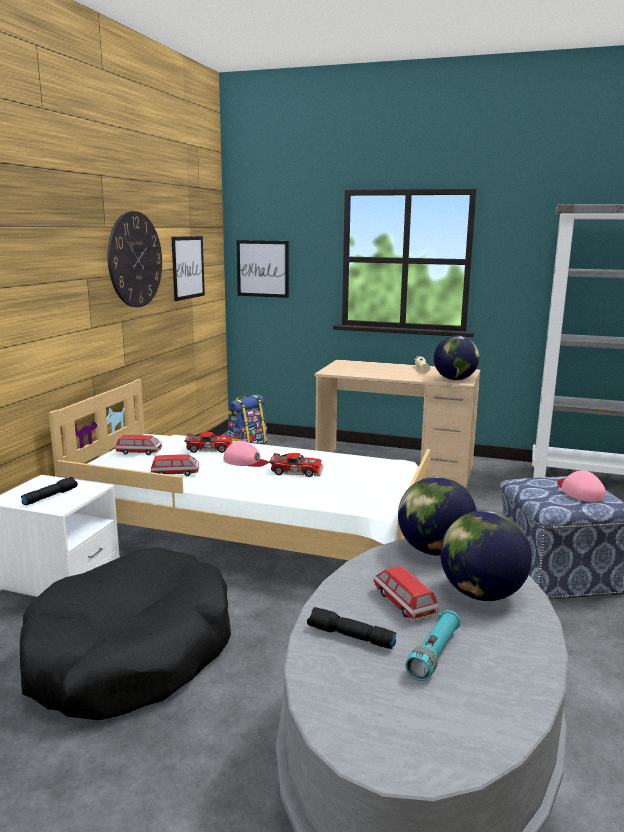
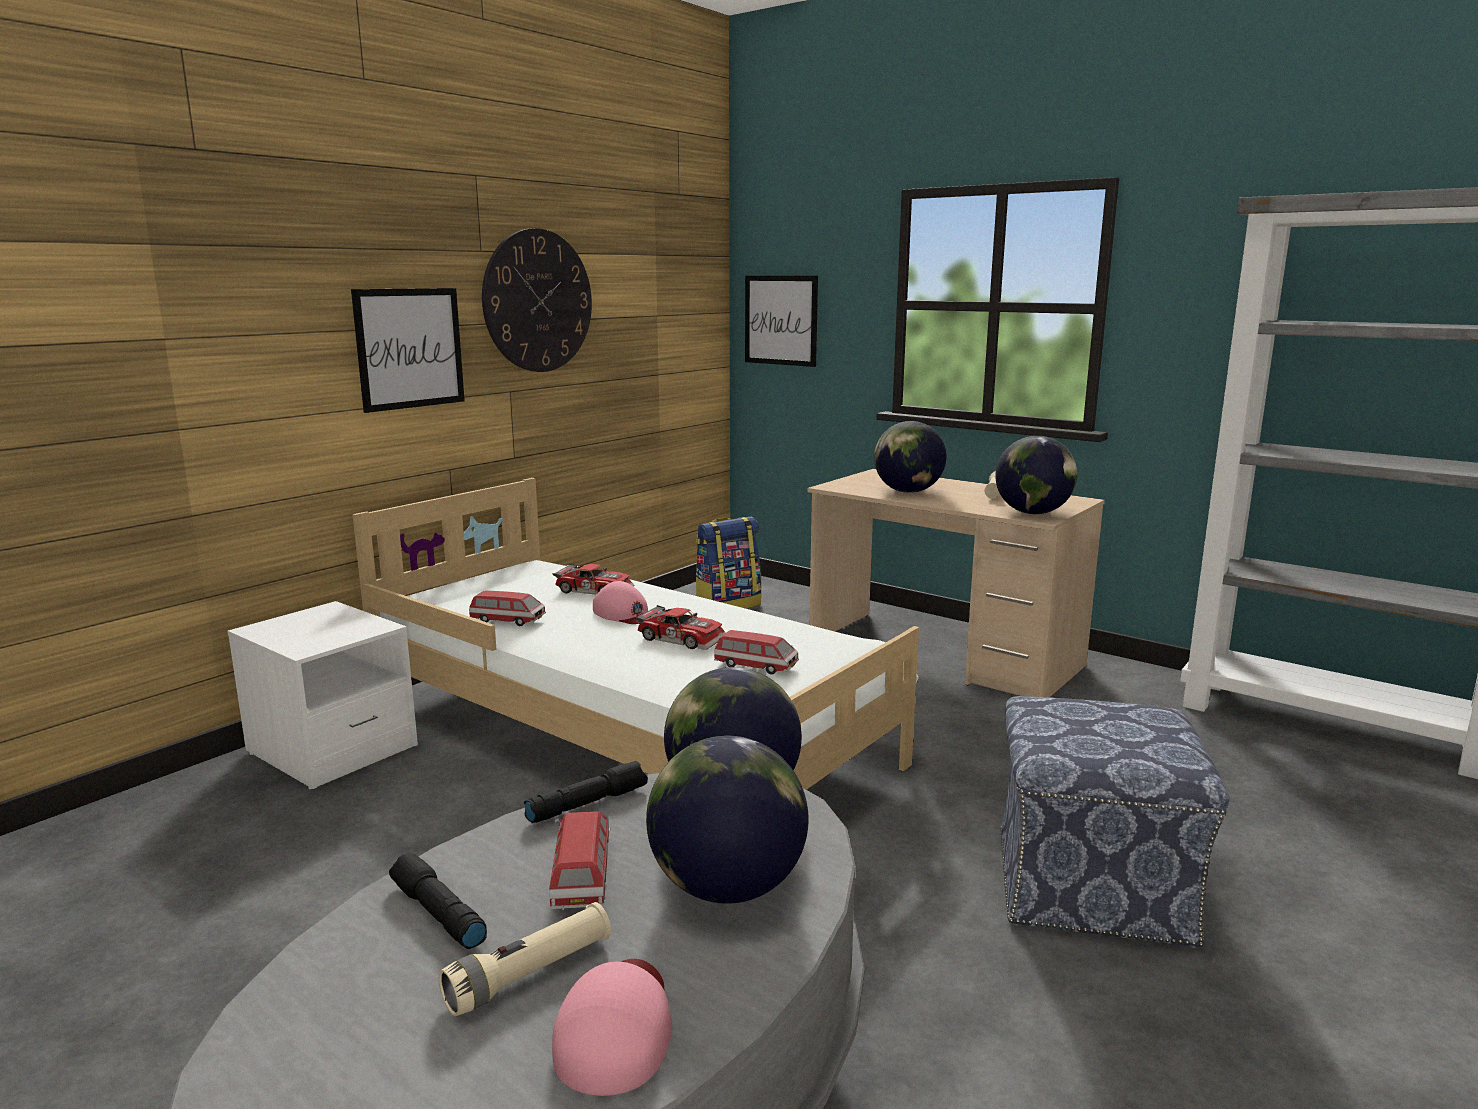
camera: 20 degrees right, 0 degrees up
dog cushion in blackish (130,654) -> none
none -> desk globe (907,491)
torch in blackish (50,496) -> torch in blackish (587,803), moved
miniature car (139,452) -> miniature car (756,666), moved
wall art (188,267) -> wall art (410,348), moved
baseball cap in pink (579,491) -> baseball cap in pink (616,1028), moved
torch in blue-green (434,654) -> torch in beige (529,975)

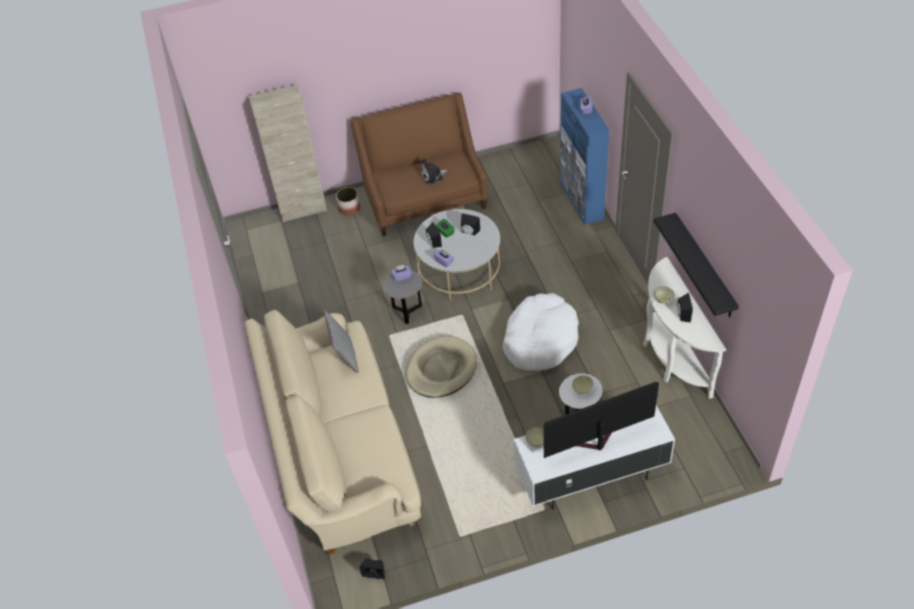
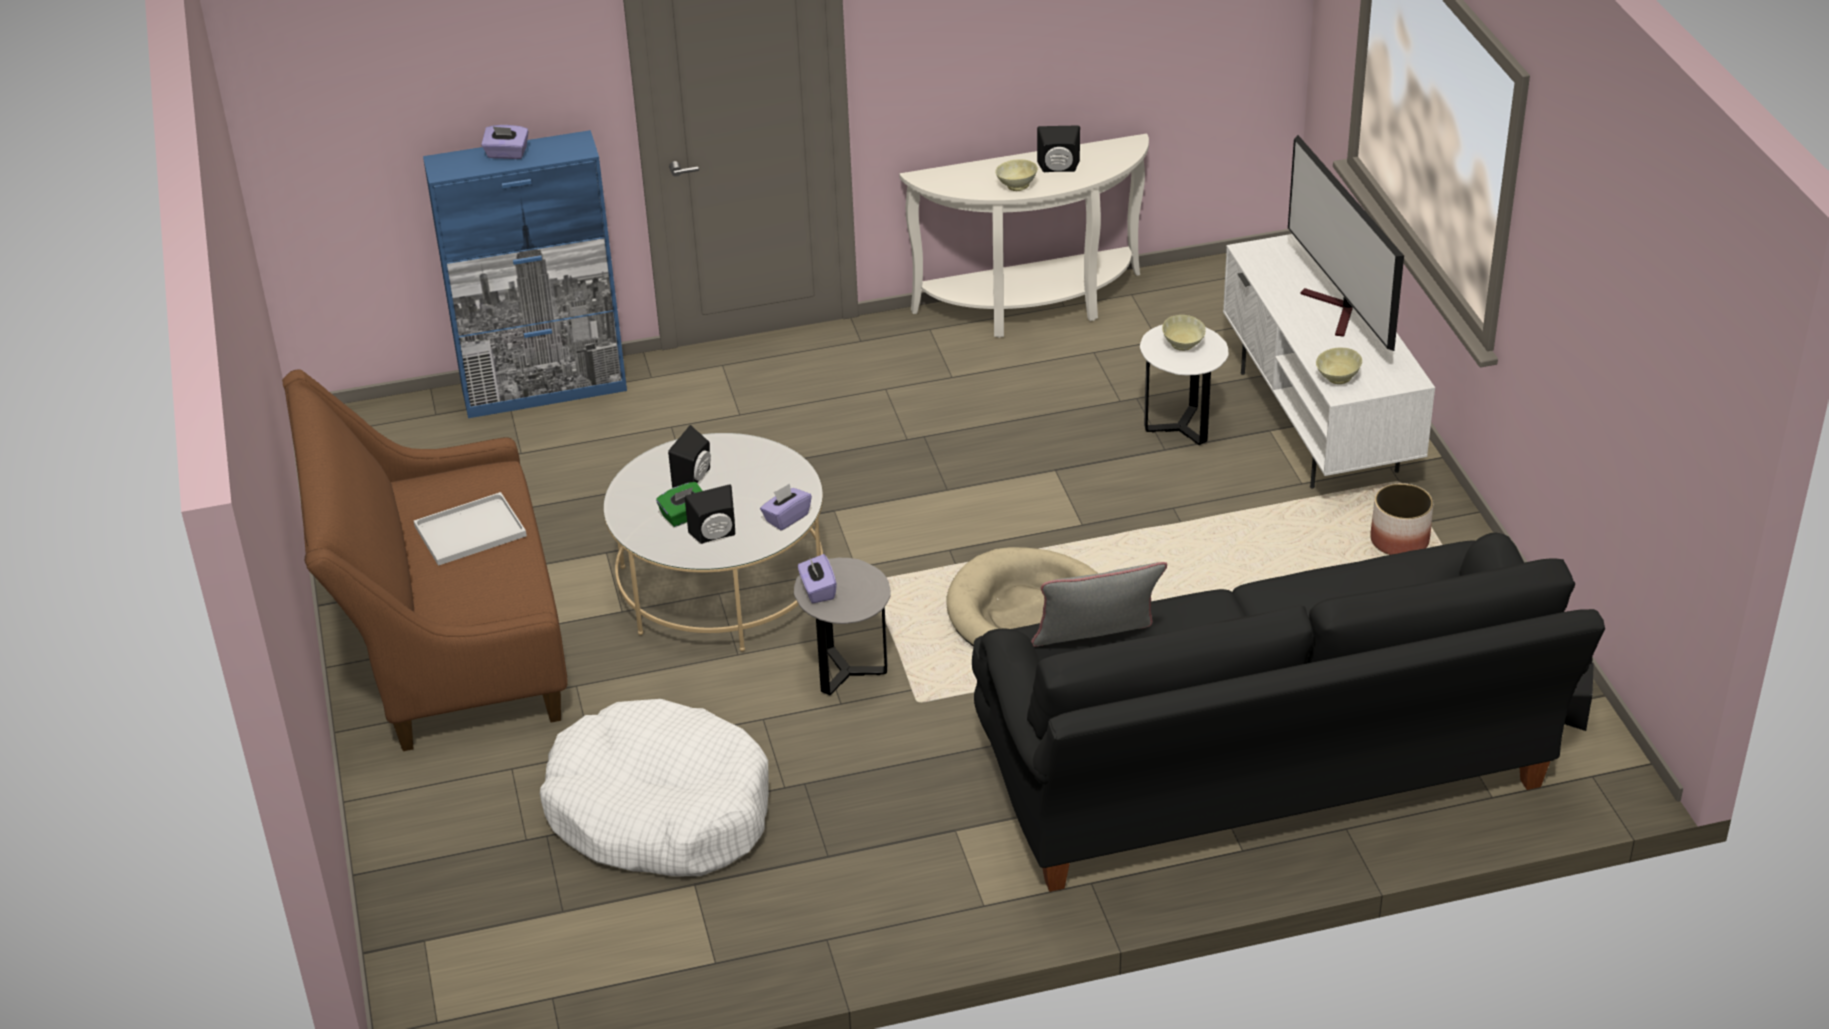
camera: 90 degrees left, 10 degrees down
cabinet in beige (303,210) -> none
shelf in blackish (704,266) -> none
plant pot (349,208) -> plant pot (1399,540), moved
dog cushion in whitish (540,339) -> dog cushion in whitish (660,811), moved
plush toy (433,176) -> carrying tray in whitish (472,529)
couch in beige (341,452) -> couch in blackish (1267,776)

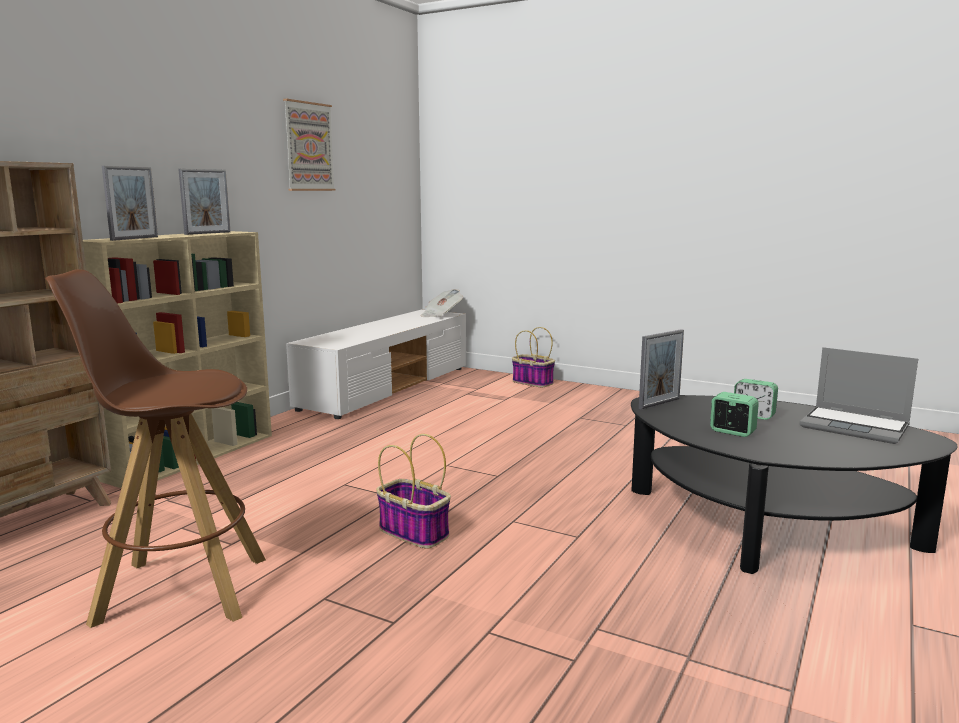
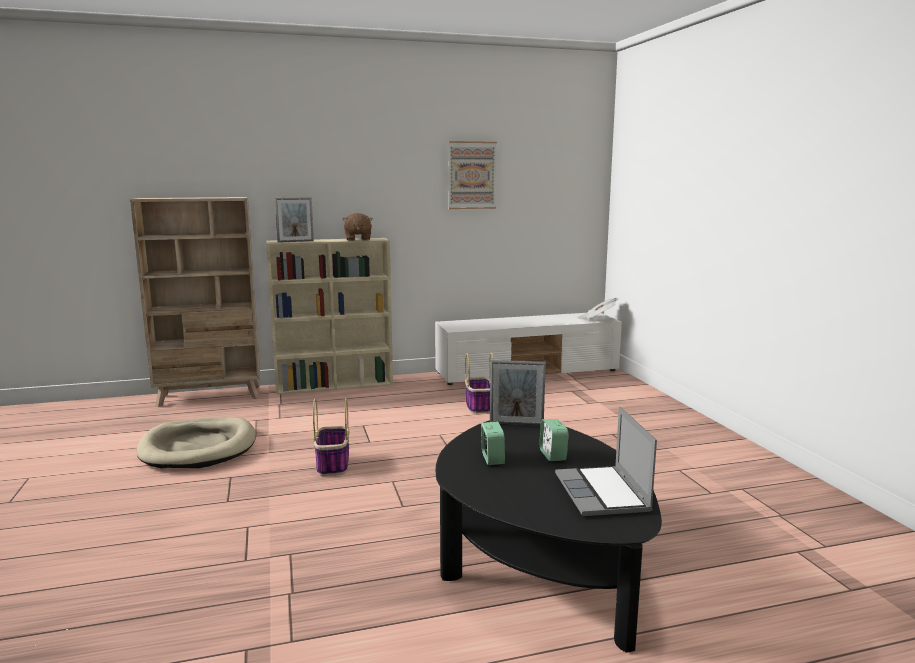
camera: 45 degrees right, 0 degrees up
basket (532,382) -> basket (478,406), moved
sitting stool in brown-coloured (180,590) -> dog cushion in beige (199,448)
photo frame (208,233) -> plush toy in brown-coloured (357,239)

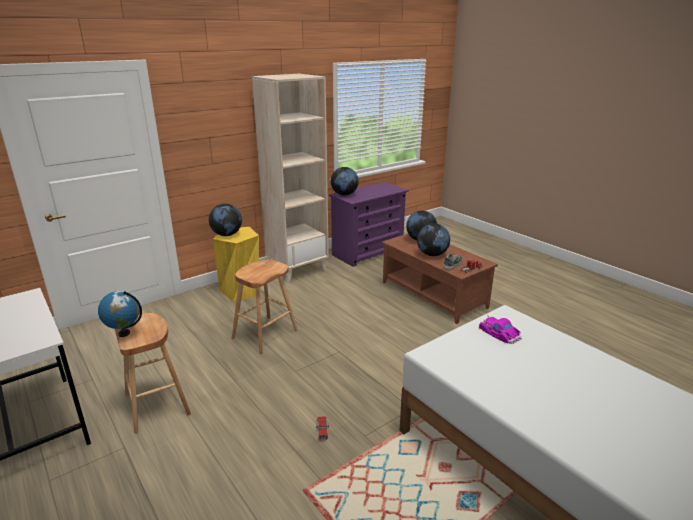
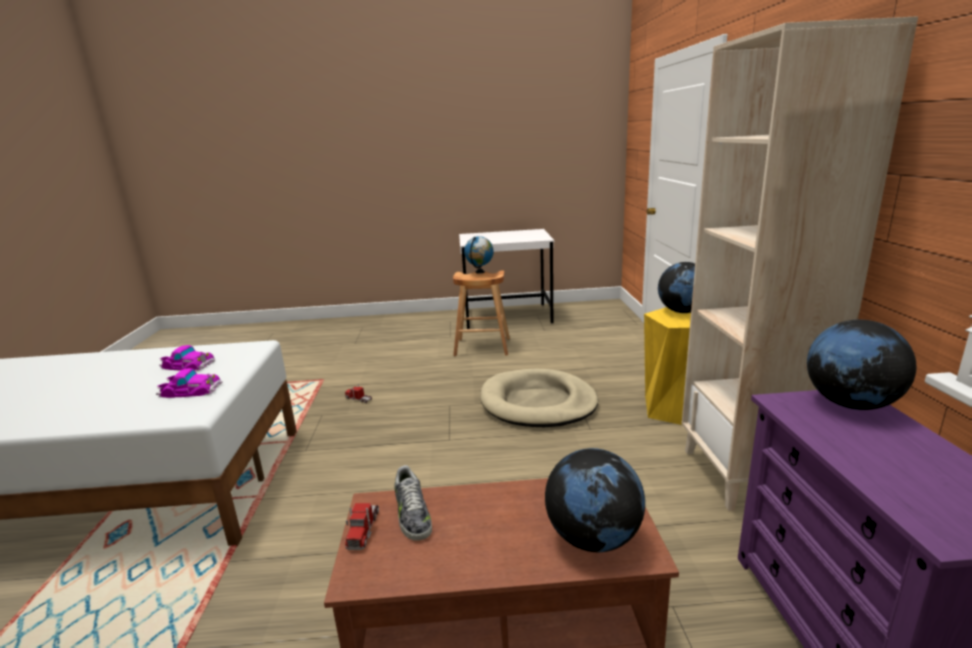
camera: 125 degrees right, 5 degrees down
desk globe (432,254) -> none
none -> miniature car (188,365)
sitting stool in brown-coloured (265,335) -> dog cushion in beige (538,403)

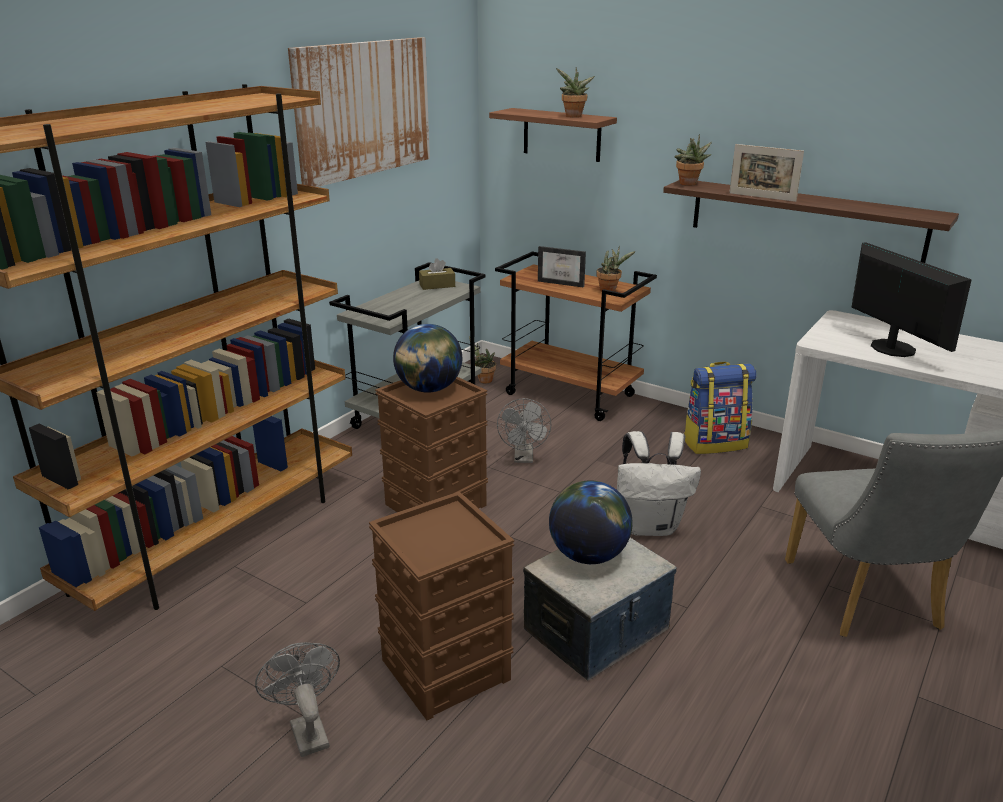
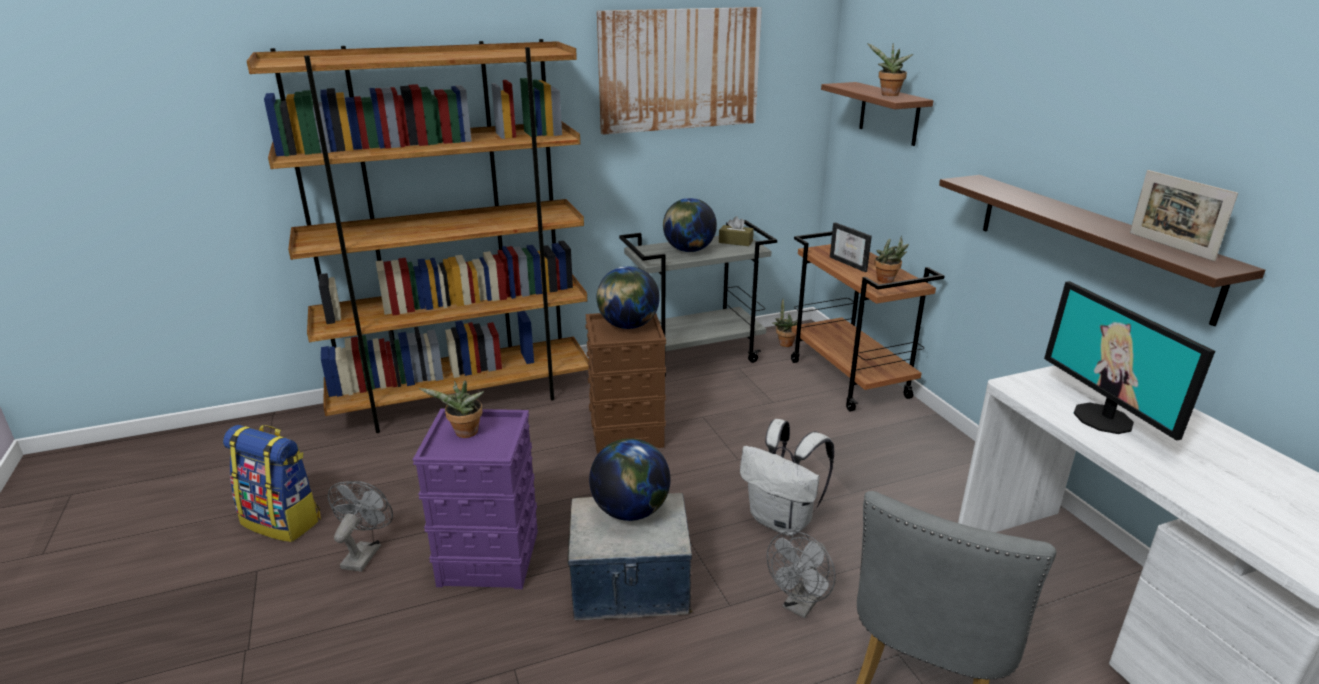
camera: 35 degrees right, 0 degrees up
none -> desk globe (688,250)
fan in greyish (524,458) -> fan in greyish (800,606), moved
potted plant (689,184) -> potted plant (464,434), moved
backpack (715,443) -> backpack (283,521), moved
photo frame (762,197) -> photo frame (1170,246), moved
storage box in brown-coloured (446,668) -> storage box in purple (490,557)
monitor (892,348) -> monitor (1104,418), 150 degrees clockwise

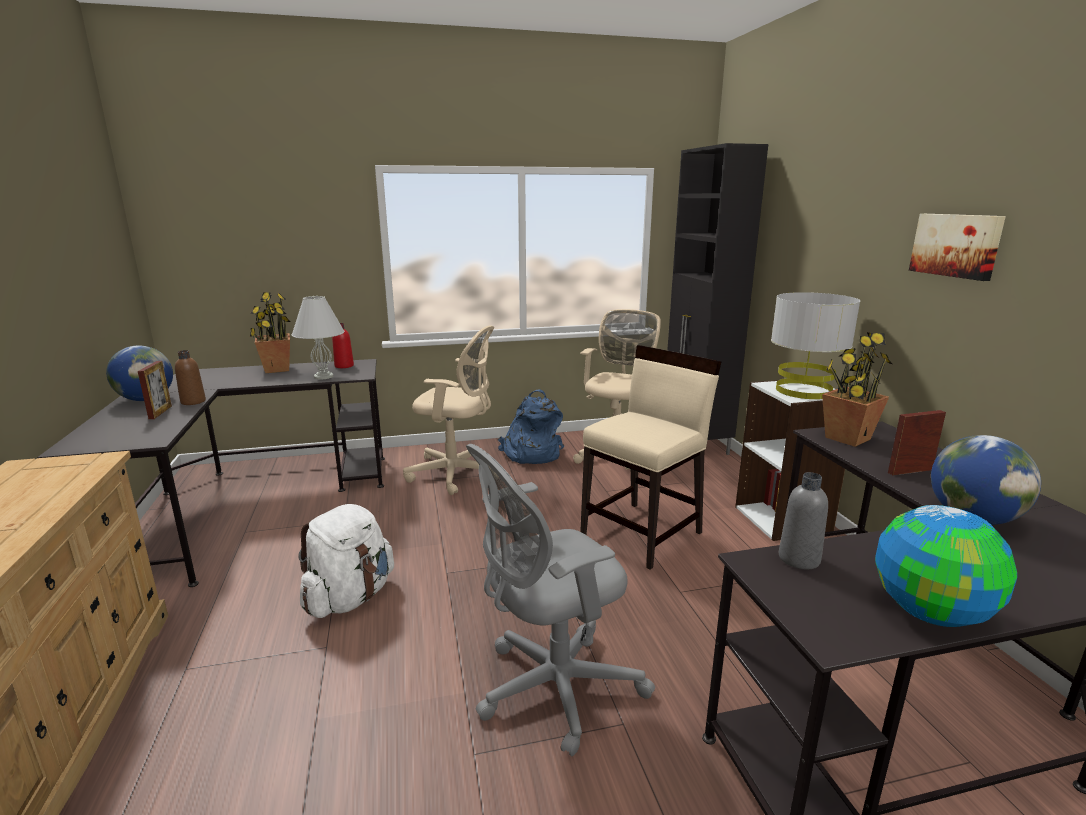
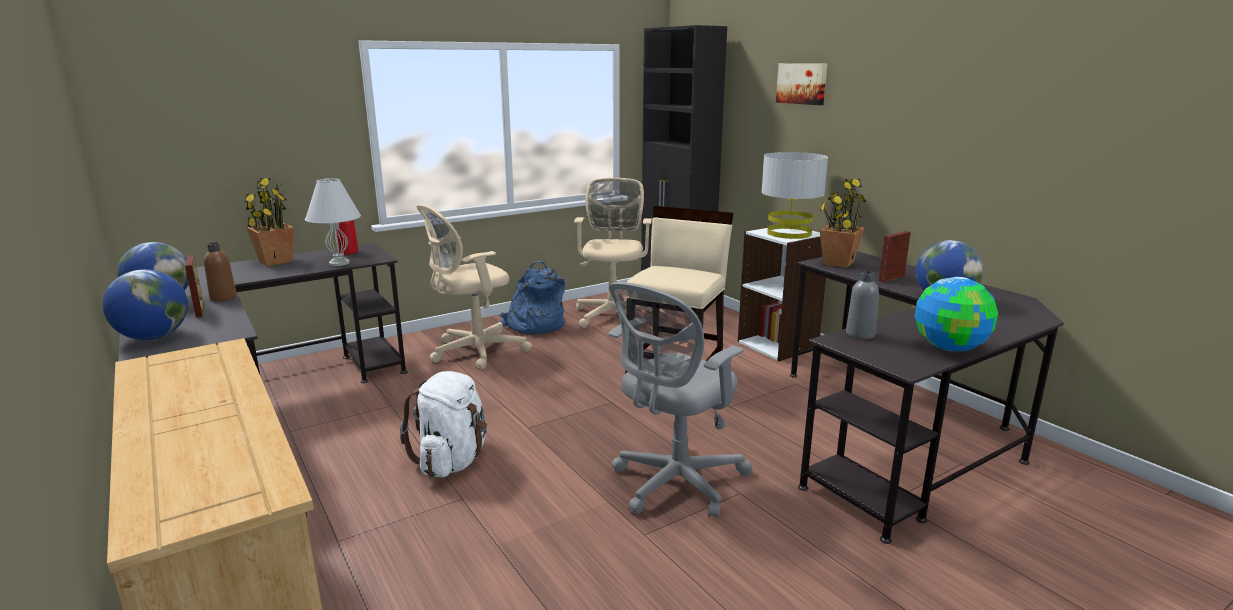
camera: 20 degrees left, 0 degrees up
none -> desk globe (154,337)
wall art (956,245) -> wall art (802,83), moved
computer chair in beige (456,474) -> computer chair in beige (474,351), 150 degrees clockwise

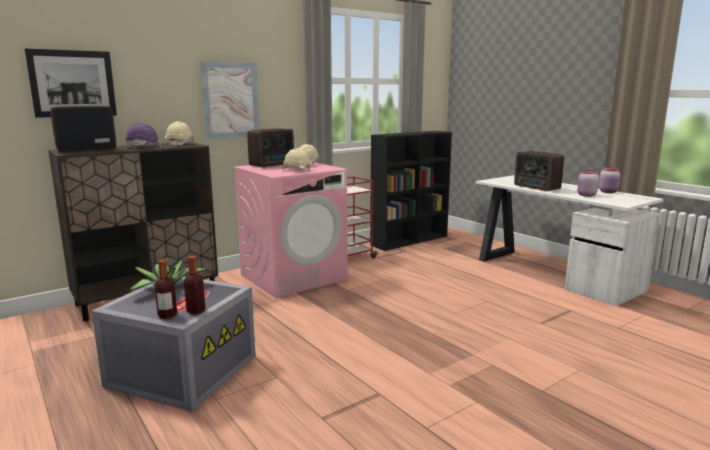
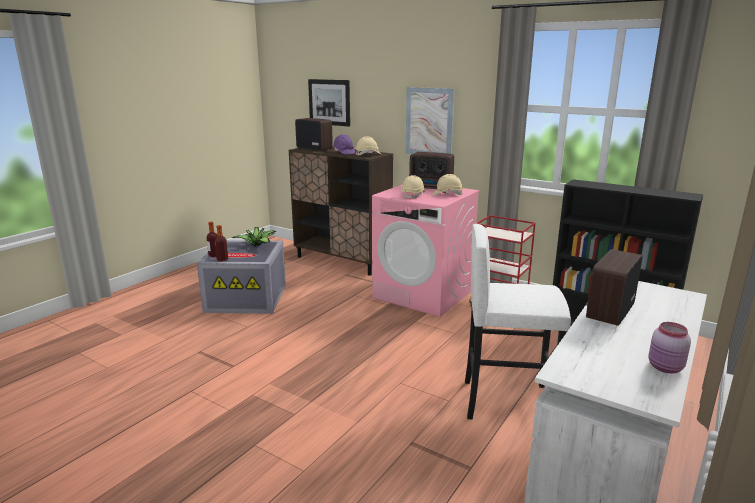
camera: 70 degrees right, 5 degrees up
jar in pink (586,195) -> none
none -> sitting stool in whitish (506,401)

